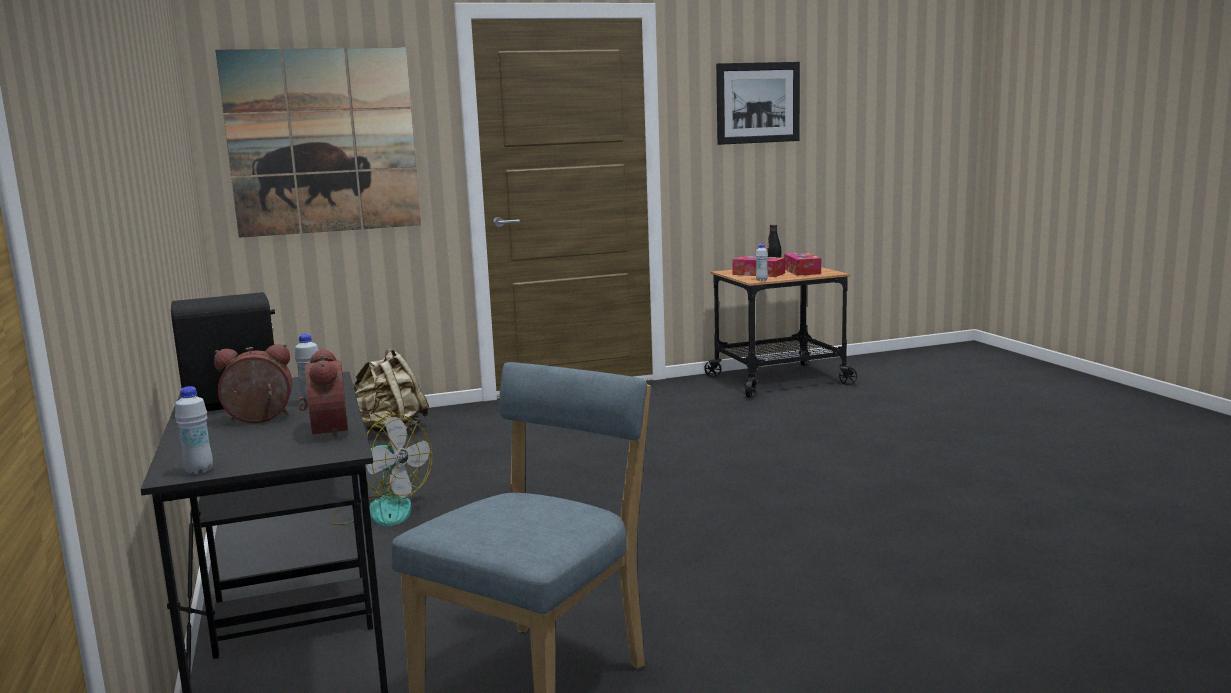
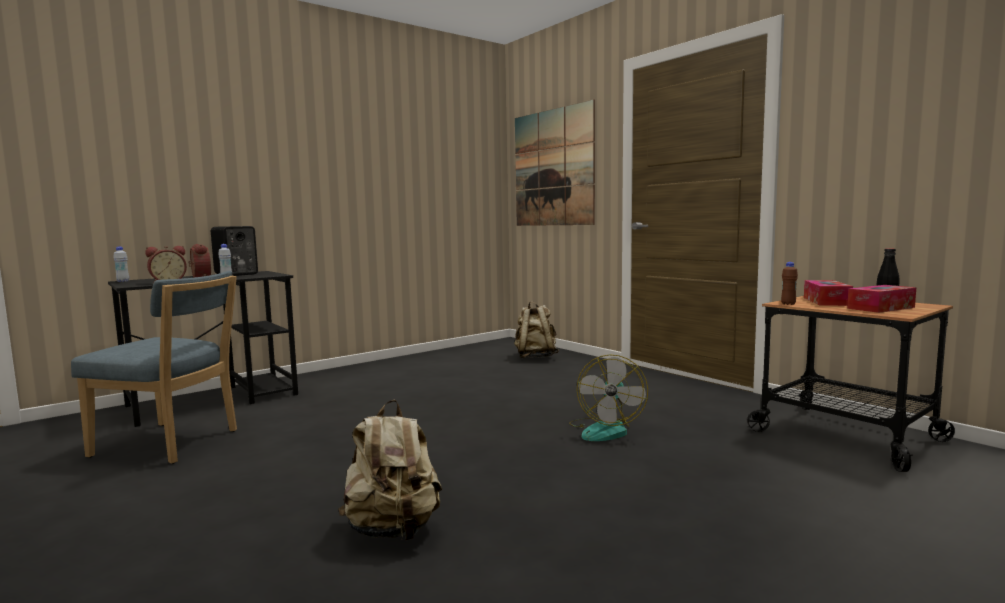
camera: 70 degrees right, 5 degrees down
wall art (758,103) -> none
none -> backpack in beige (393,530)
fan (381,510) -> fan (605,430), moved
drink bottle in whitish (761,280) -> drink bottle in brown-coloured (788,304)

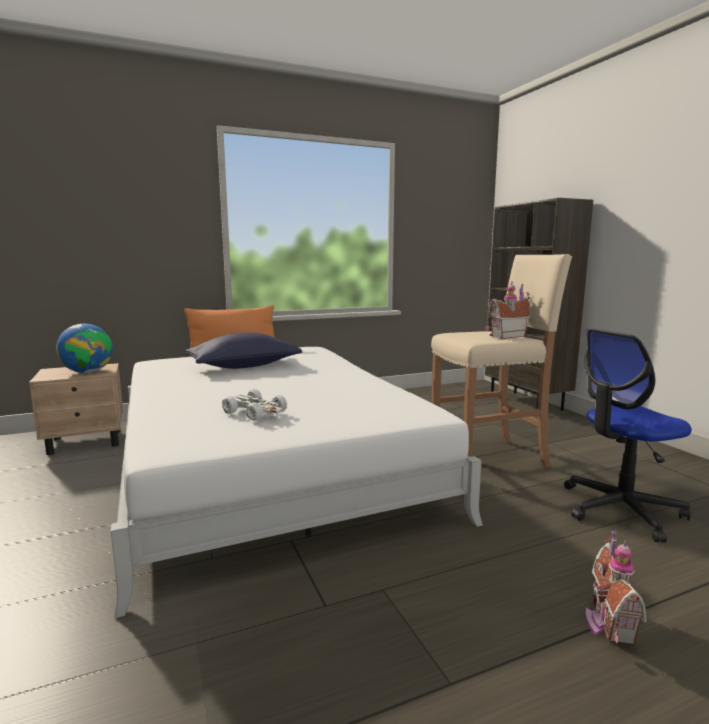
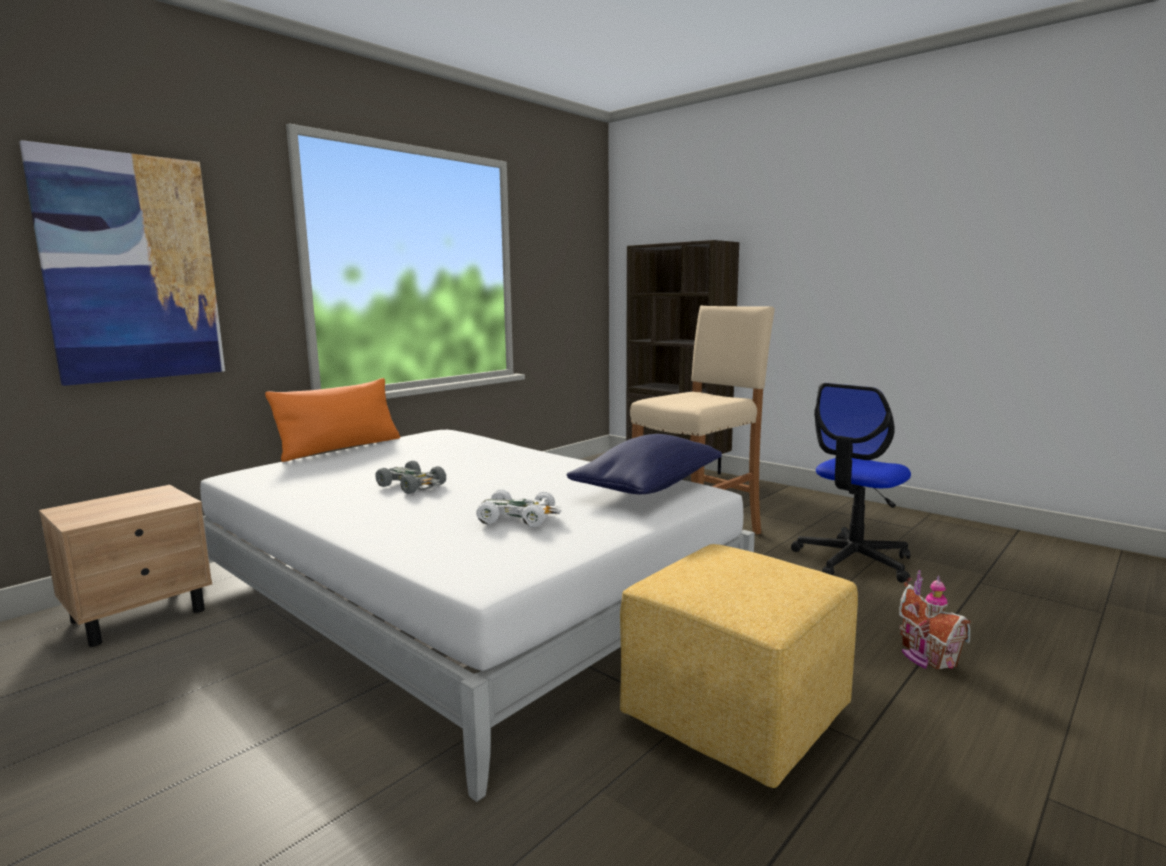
camera: 25 degrees left, 0 degrees up
desk globe (88,372) -> none
model house (505,336) -> none
none -> wall art (131,268)
none -> miniature car in greyish (412,486)
none -> footrest in yellow (733,716)
cushion in blue-coloured (244,366) -> cushion in blue-coloured (648,488), moved

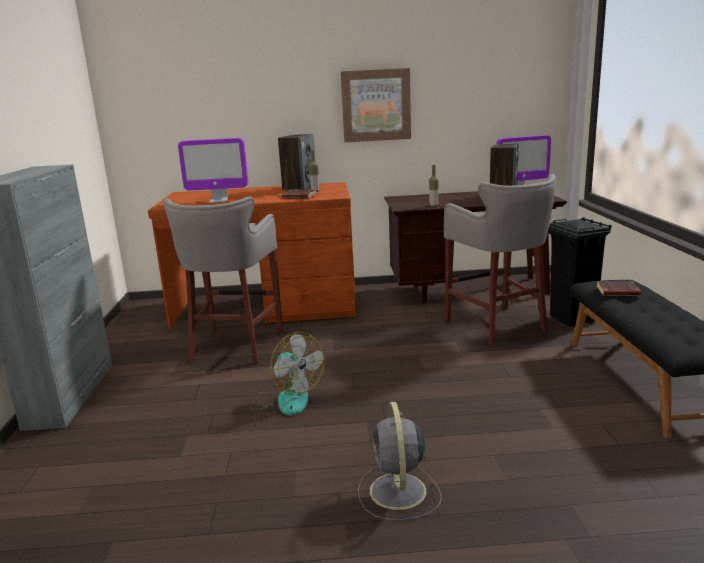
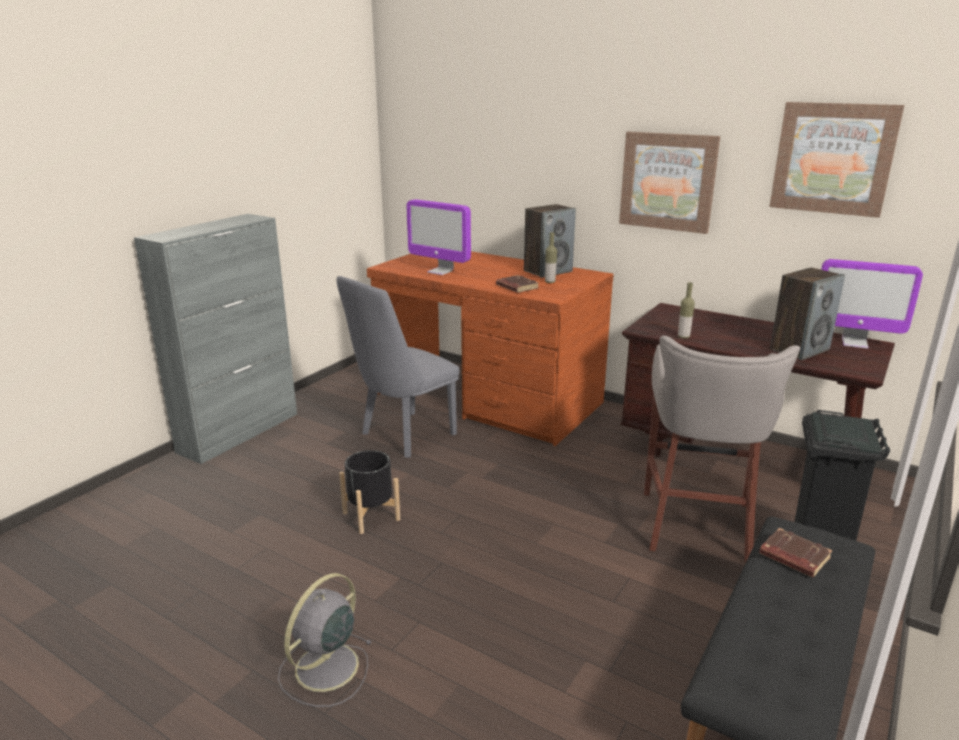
camera: 35 degrees right, 5 degrees up
none -> wall art (833,158)
sitting stool in greyish (235,348) -> upright chair in greyish (403,437)
fan (286,399) -> plant pot in blackish (371,516)

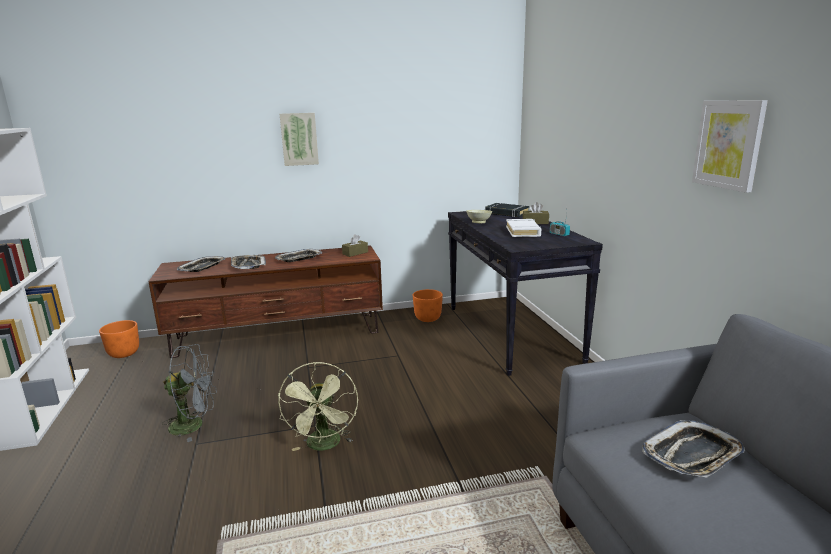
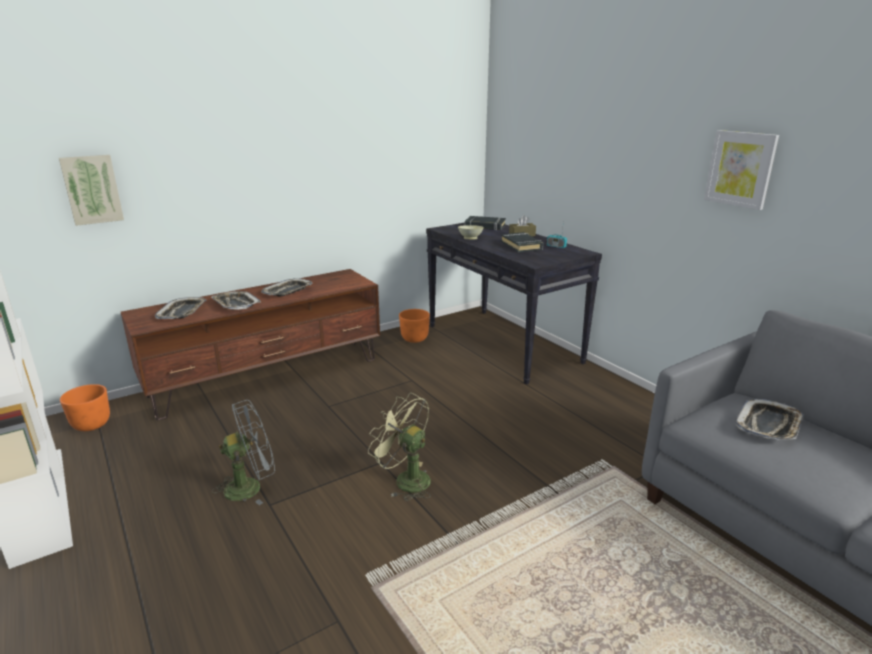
camera: 20 degrees left, 5 degrees up
tissue holder in brown-coloured (355,253) -> none
wall art (299,139) -> wall art (92,189), moved
book in whitish (523,231) -> book in blackish (521,246)
fan in greenish (324,446) -> fan in greenish (405,479), 150 degrees clockwise

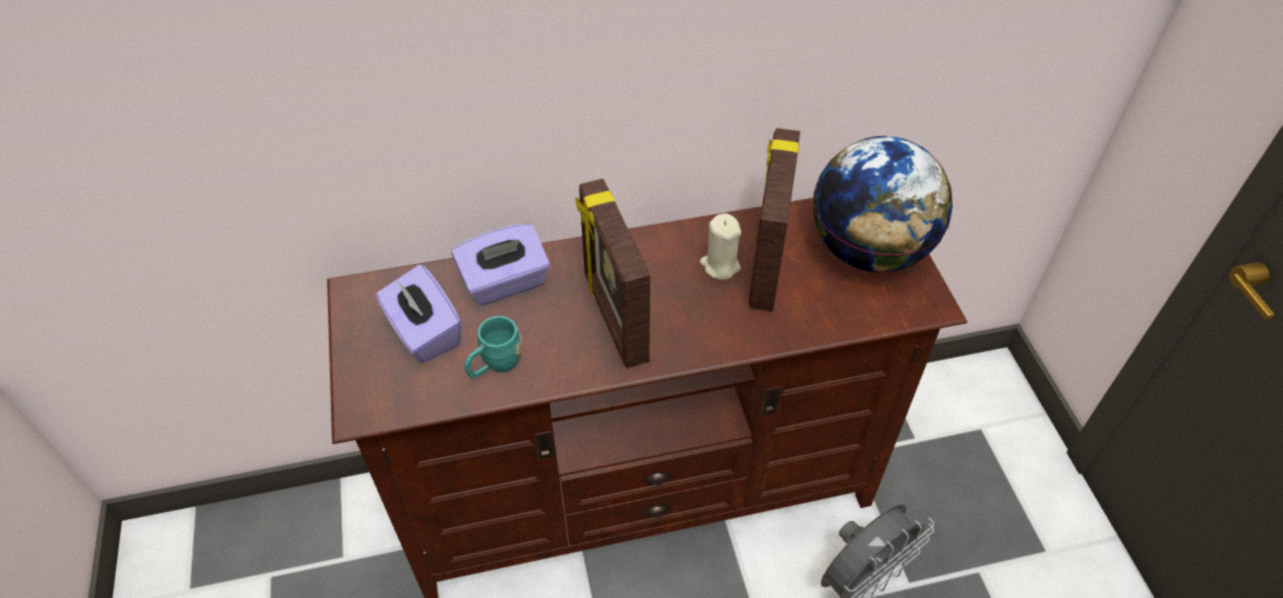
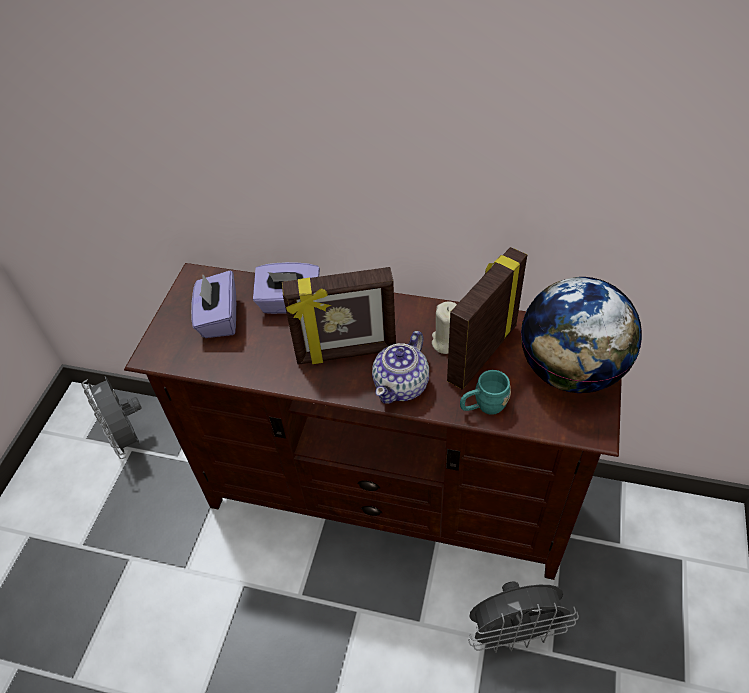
camera: 30 degrees right, 0 degrees up
none -> fan in greyish (128,437)
none -> pot for tea (402,385)
coffee mug in blue-green (495,365) -> coffee mug in blue-green (483,406), moved
photo frame (614,318) -> photo frame (346,353), 105 degrees counterclockwise

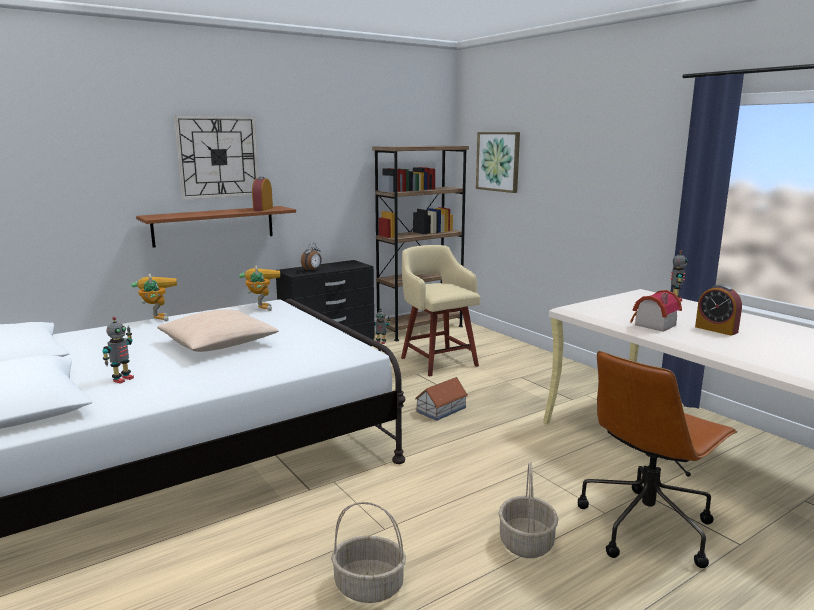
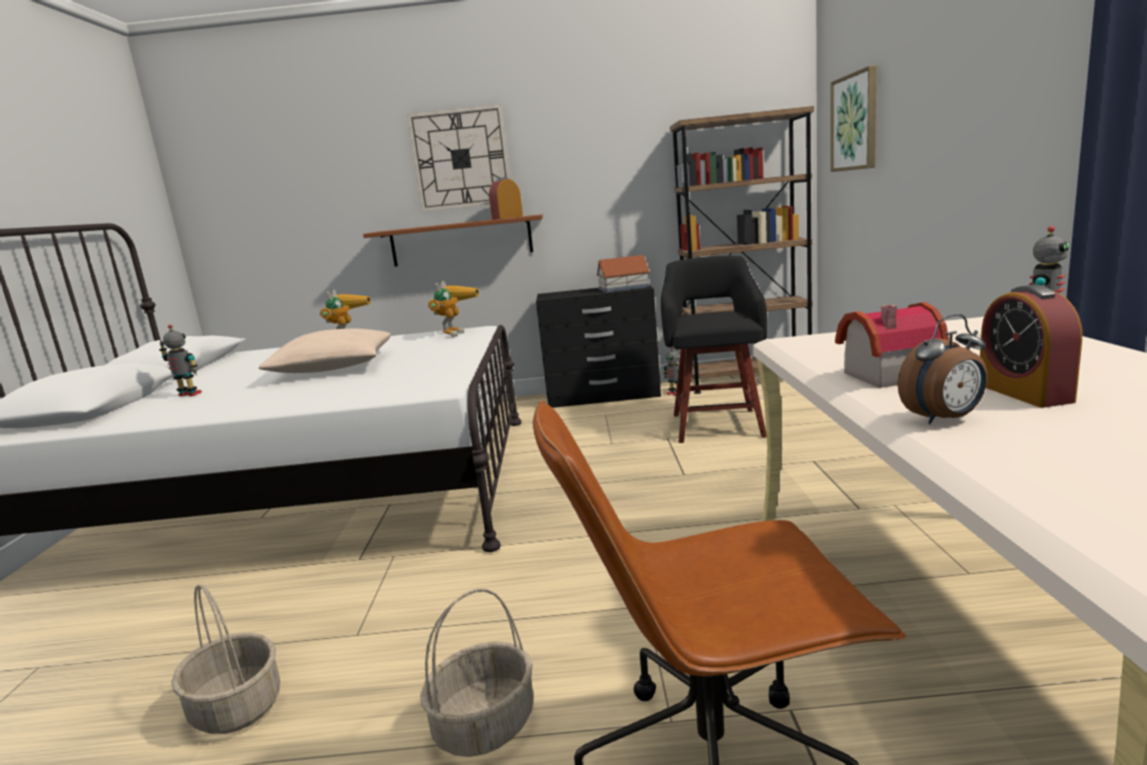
camera: 35 degrees right, 0 degrees up
table clock (312,270) -> table clock (944,419), moved
model house (440,409) -> model house (623,288), moved
sitting stool in beige (438,361) -> sitting stool in blackish (717,424)
model robot (122,379) -> model robot (189,395), 135 degrees counterclockwise

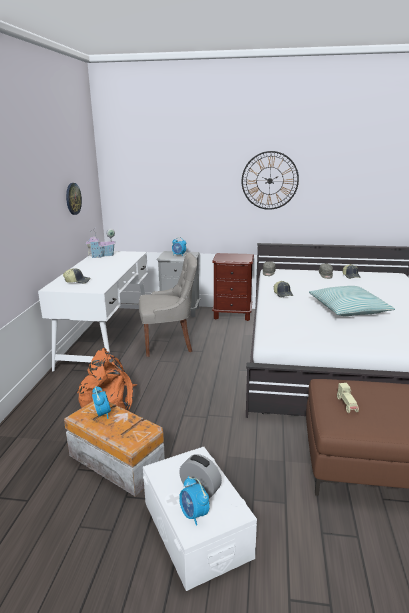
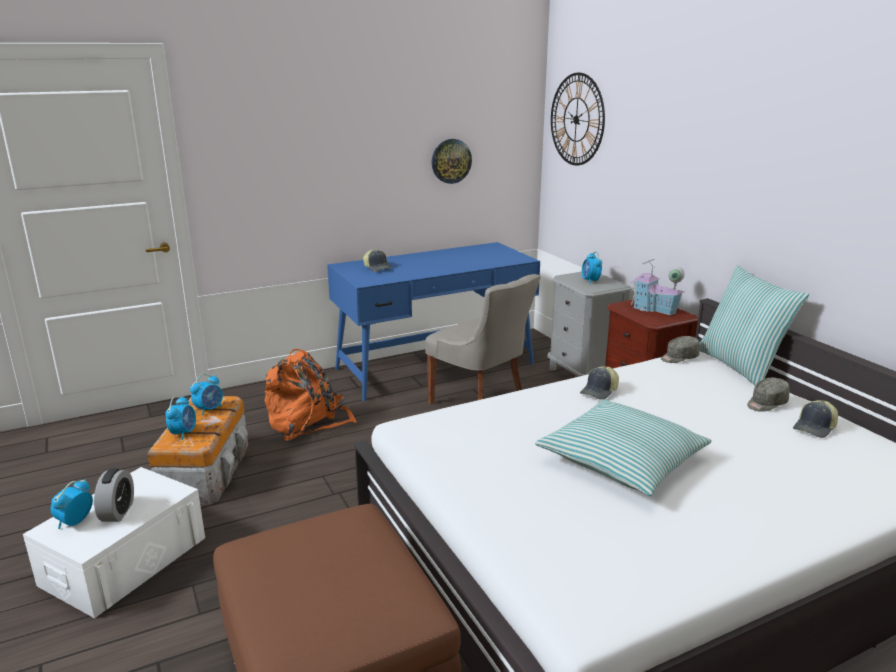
camera: 55 degrees right, 0 degrees up
miniature car in beige (347,405) -> none
none -> table clock (183,433)
none -> cushion (740,367)
model house (102,255) -> model house (654,309), moved
wall clock (269,180) -> wall clock (576,119), moved
desk table in whitish (107,340) -> desk table in blue-coloured (436,366)

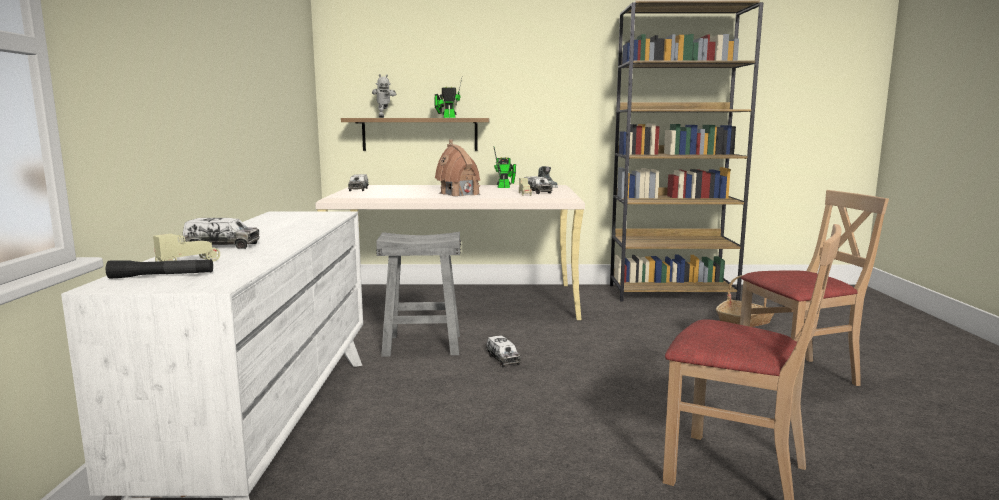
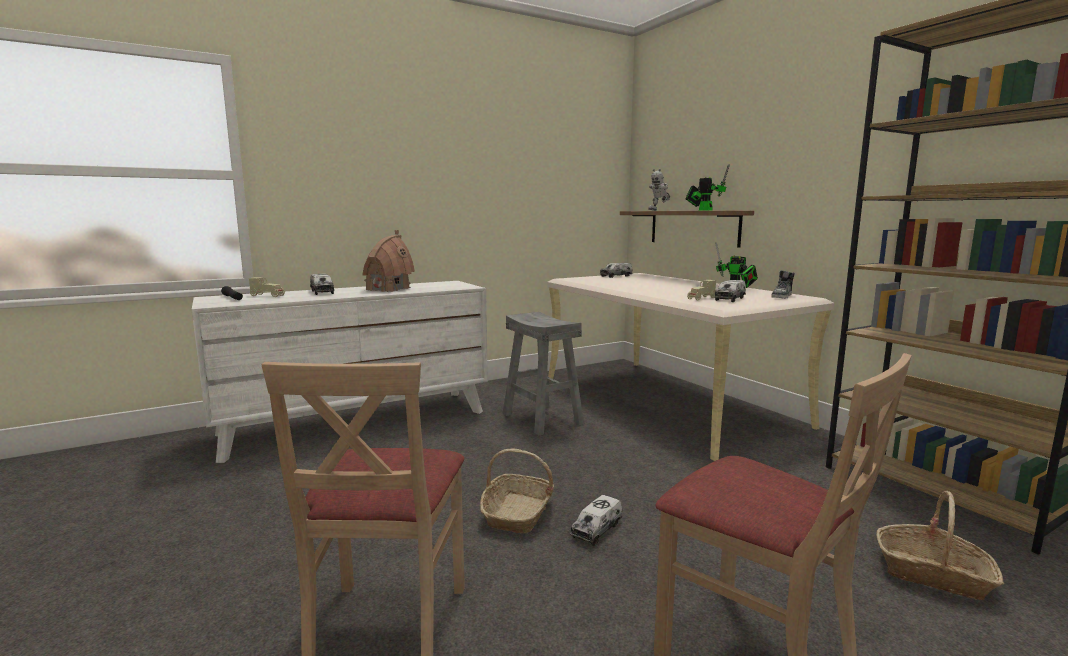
camera: 60 degrees right, 0 degrees up
none -> basket (518,513)
model house (459,194) -> model house (388,289), moved
toy truck (503,359) -> toy truck (597,529), moved

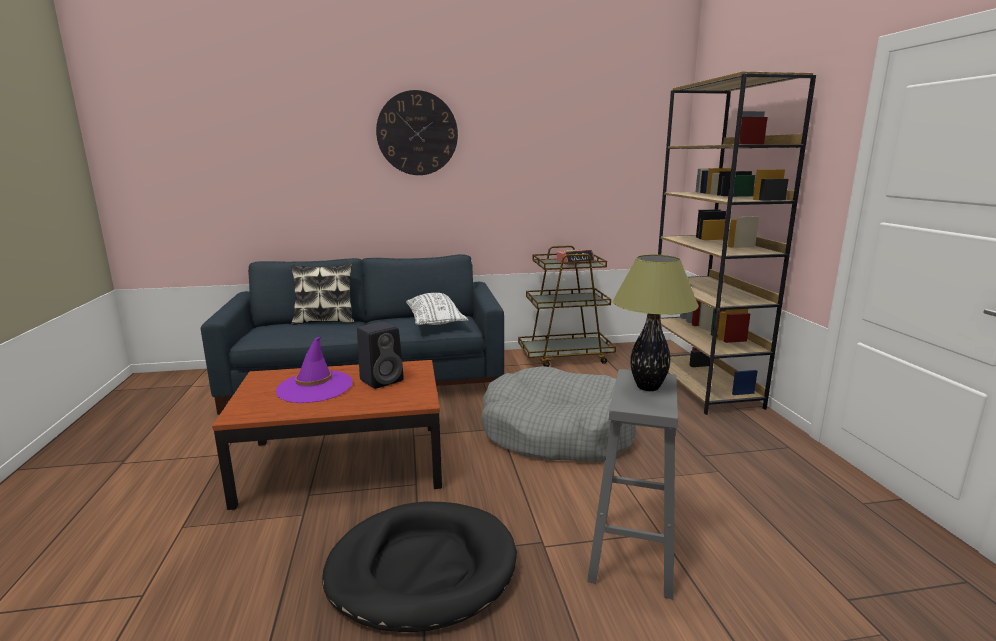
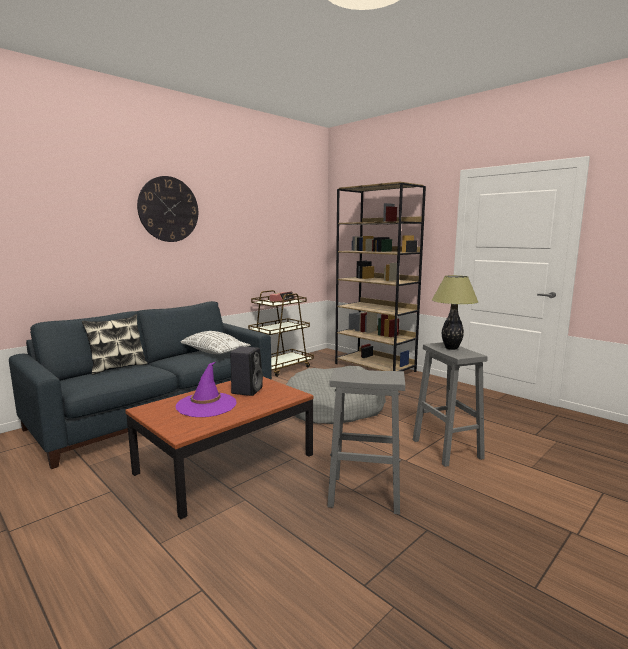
camera: 35 degrees left, 5 degrees down
dog cushion in blackish (422,569) -> sitting stool in greyish (363,494)

